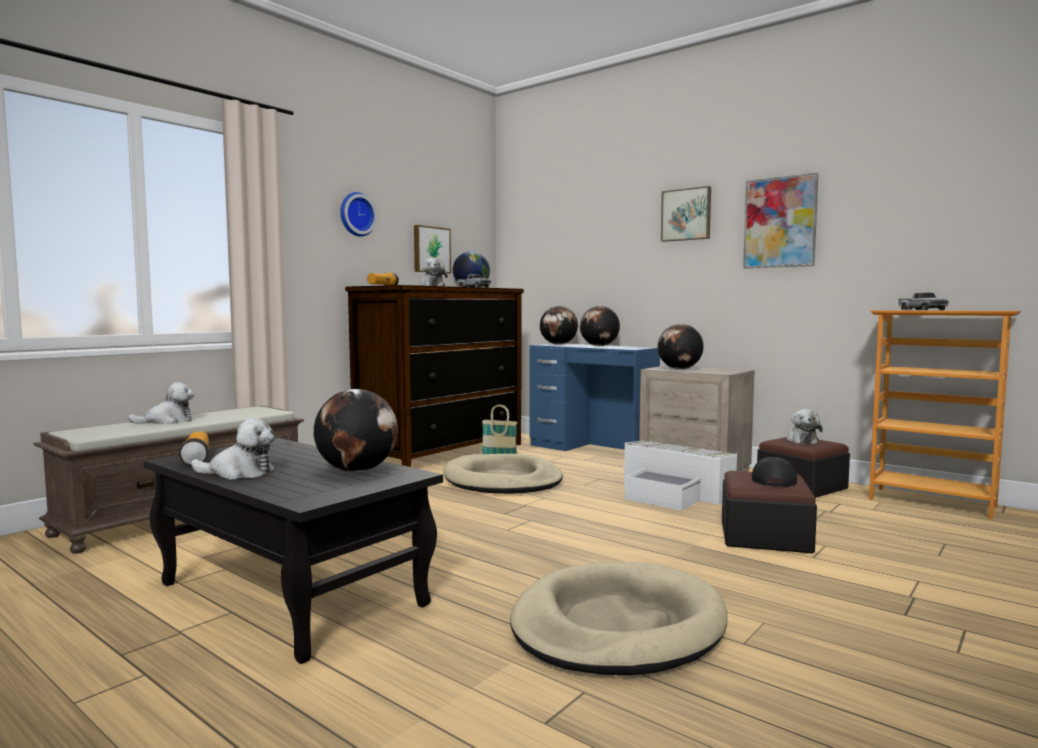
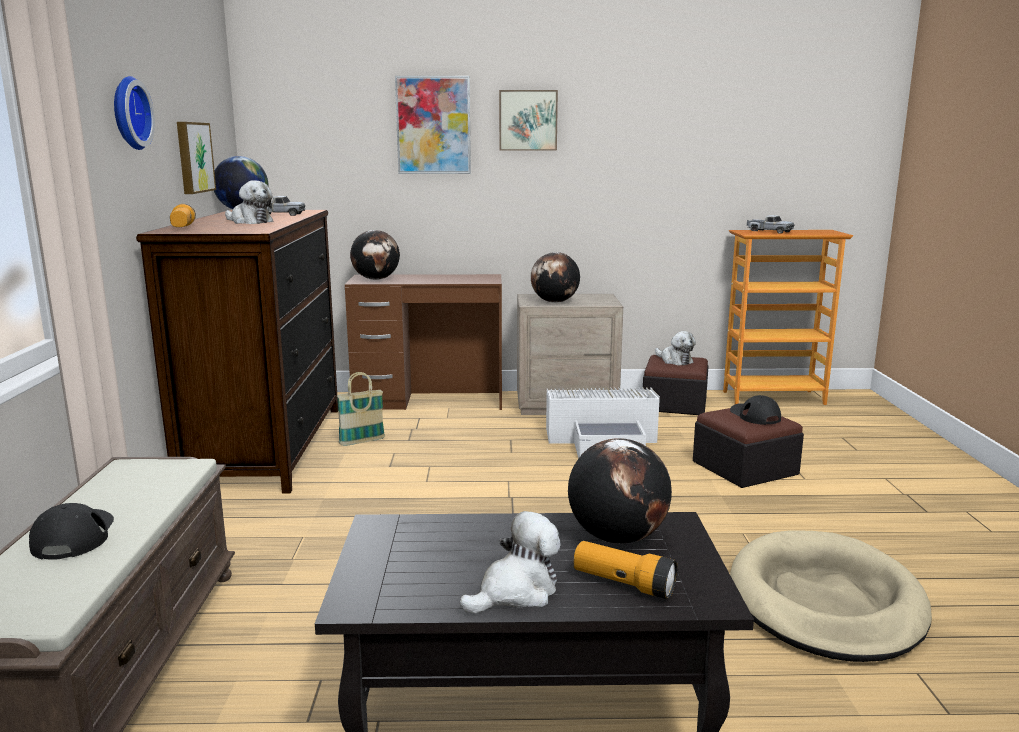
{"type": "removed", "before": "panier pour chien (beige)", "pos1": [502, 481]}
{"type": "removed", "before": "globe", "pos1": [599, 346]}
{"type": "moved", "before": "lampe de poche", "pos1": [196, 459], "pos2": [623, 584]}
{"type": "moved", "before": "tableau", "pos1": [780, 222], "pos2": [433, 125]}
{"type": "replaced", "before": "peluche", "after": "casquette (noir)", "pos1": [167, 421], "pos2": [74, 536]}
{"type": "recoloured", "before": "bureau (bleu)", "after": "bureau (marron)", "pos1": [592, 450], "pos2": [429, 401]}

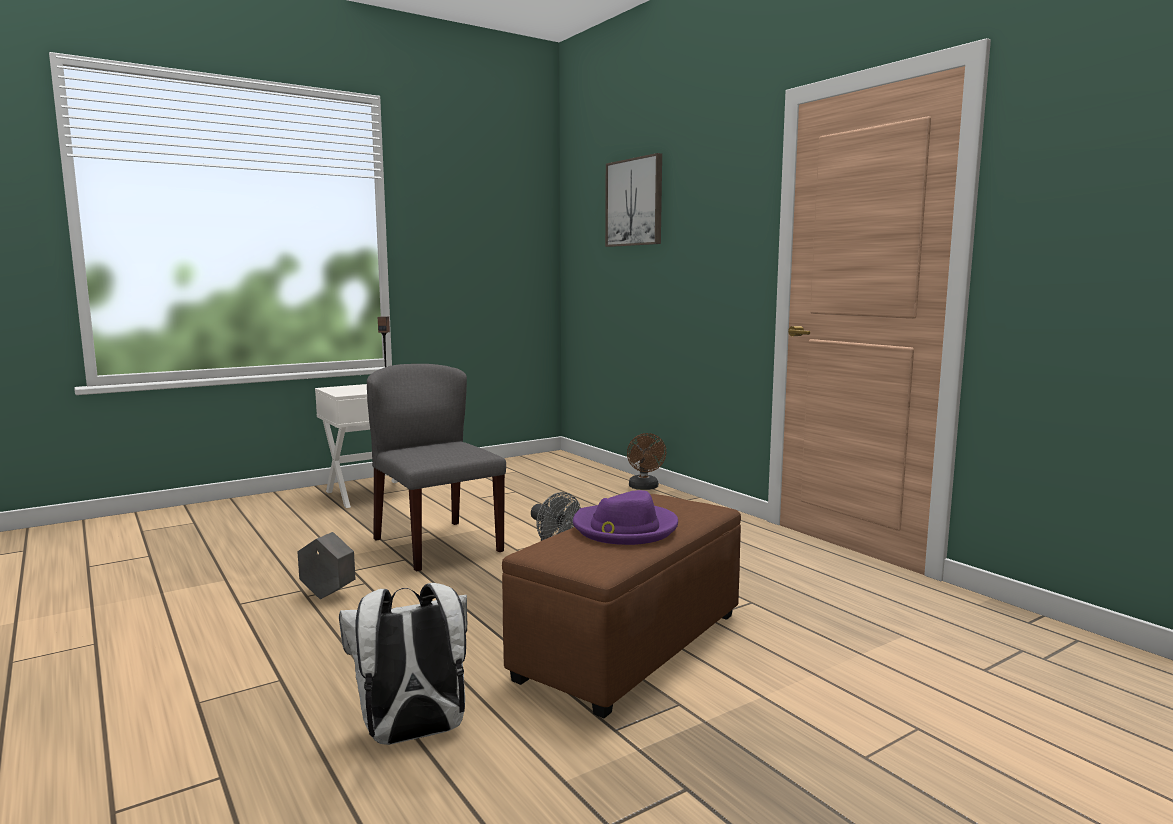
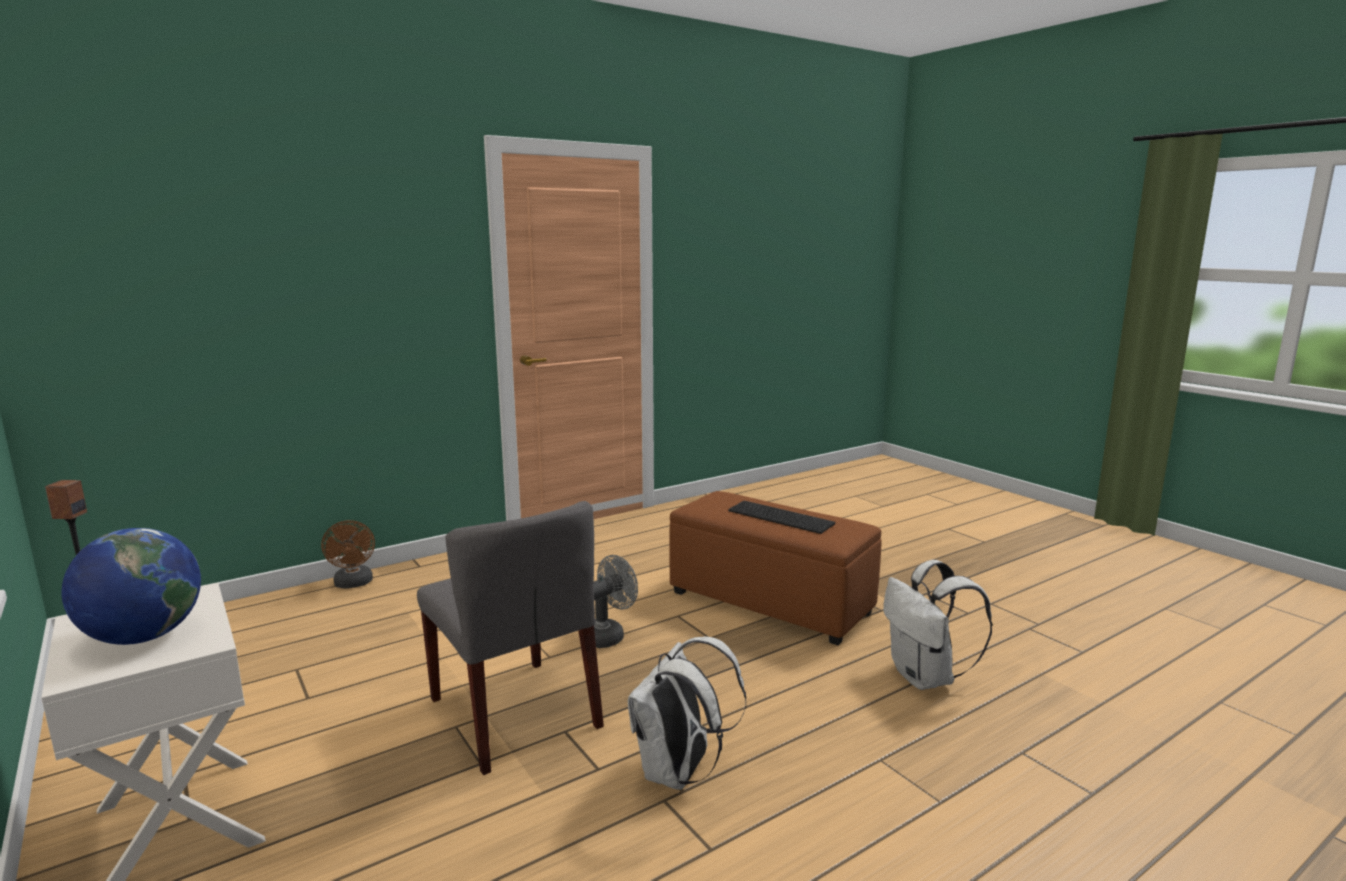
{"type": "removed", "before": "tableau", "pos1": [634, 202]}
{"type": "added", "after": "globe", "pos2": [143, 637]}
{"type": "replaced", "before": "cache-pot (gris)", "after": "sac à dos (blanc)", "pos1": [328, 594], "pos2": [679, 773]}
{"type": "replaced", "before": "chapeau (violet)", "after": "clavier", "pos1": [624, 528], "pos2": [782, 517]}
{"type": "turned", "before": "chaise (gris)", "pos1": [436, 544], "pos2": [515, 713], "turn": -90}
{"type": "turned", "before": "ventilateur (marron)", "pos1": [644, 488], "pos2": [353, 584], "turn": 75}

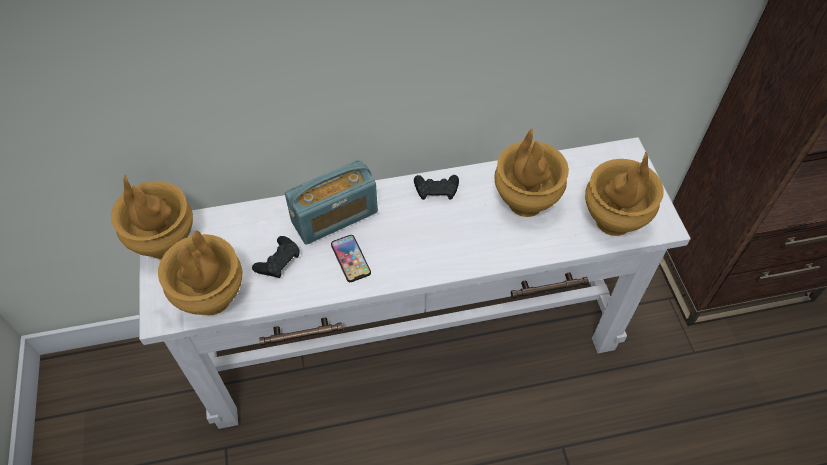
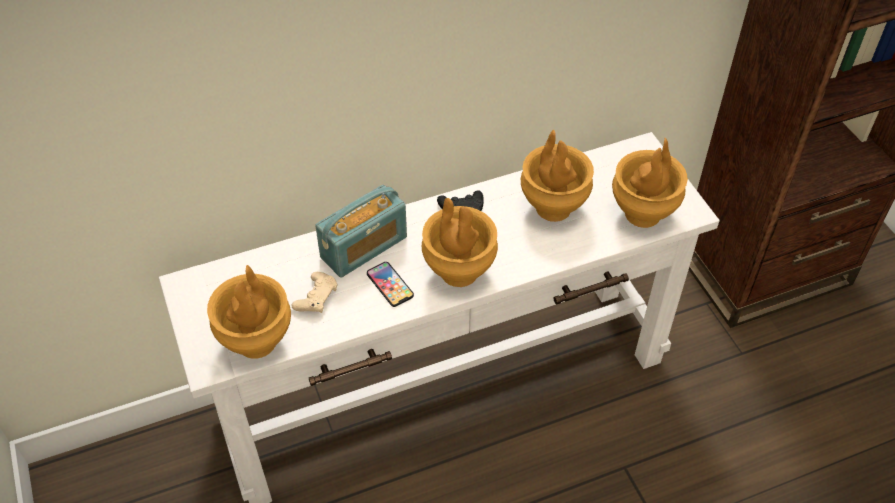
{"type": "moved", "before": "vase (marron)", "pos1": [165, 244], "pos2": [458, 272]}
{"type": "recoloured", "before": "manette (noir)", "after": "manette (beige)", "pos1": [278, 261], "pos2": [316, 297]}

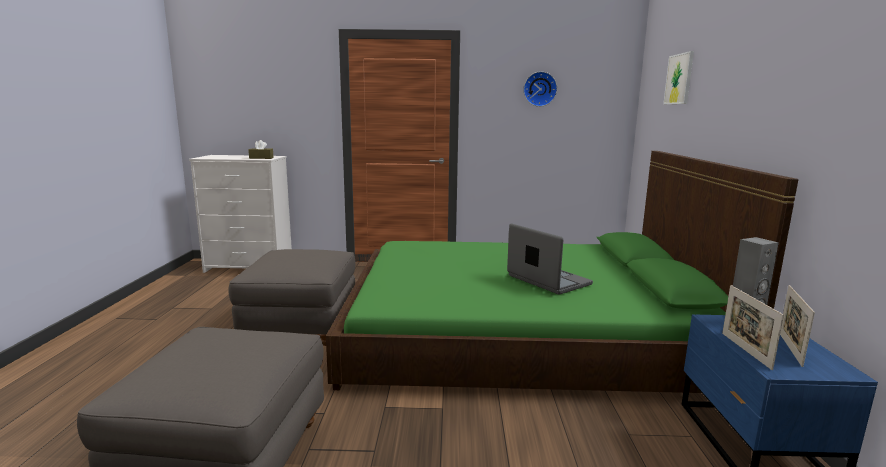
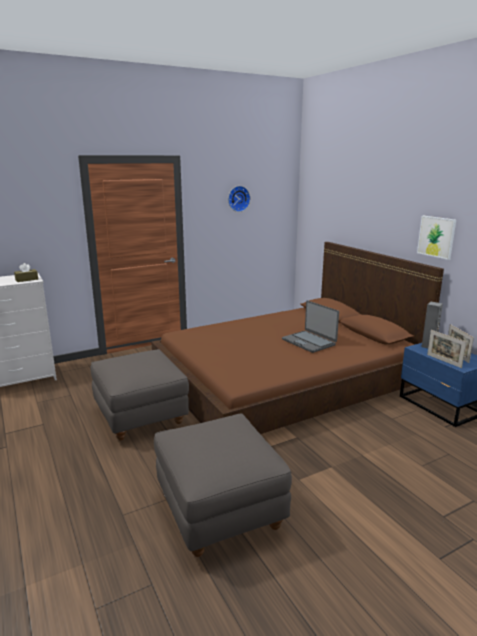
{"type": "moved", "before": "tableau", "pos1": [679, 79], "pos2": [436, 237]}
{"type": "recoloured", "before": "lit (vert)", "after": "lit (marron)", "pos1": [521, 331], "pos2": [286, 378]}
{"type": "turned", "before": "ordinateur portable", "pos1": [548, 280], "pos2": [309, 342], "turn": -150}

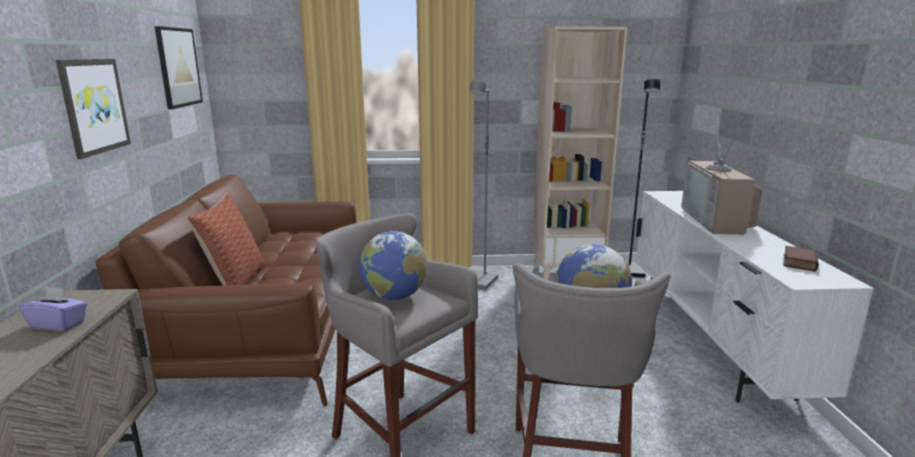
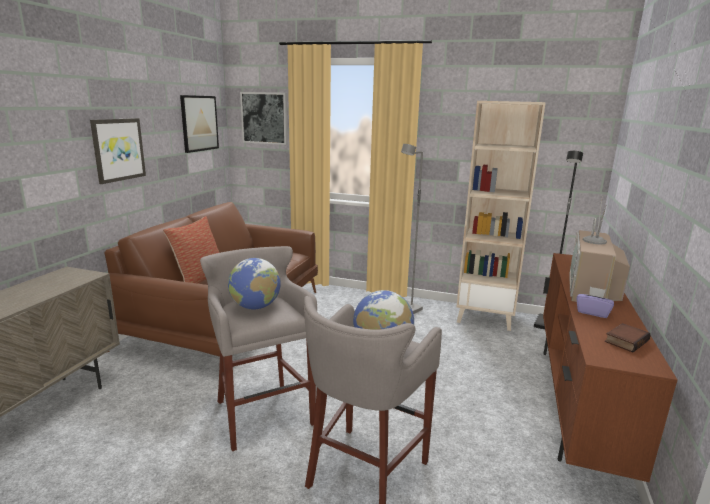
{"type": "added", "after": "tableau", "pos2": [264, 118]}
{"type": "moved", "before": "boîte à mouchoirs (violet)", "pos1": [59, 324], "pos2": [592, 312]}
{"type": "recoloured", "before": "meuble télé (blanc)", "after": "meuble télé (marron)", "pos1": [711, 343], "pos2": [576, 404]}

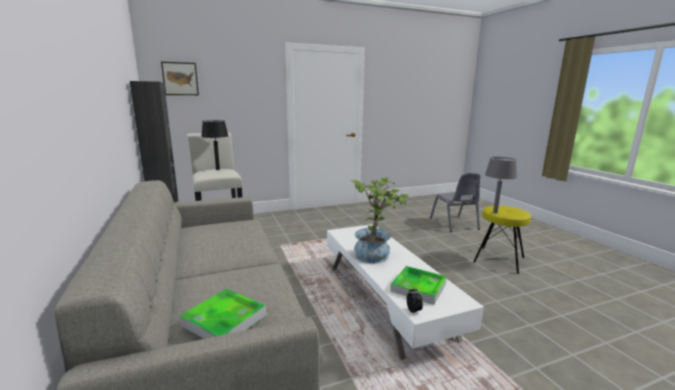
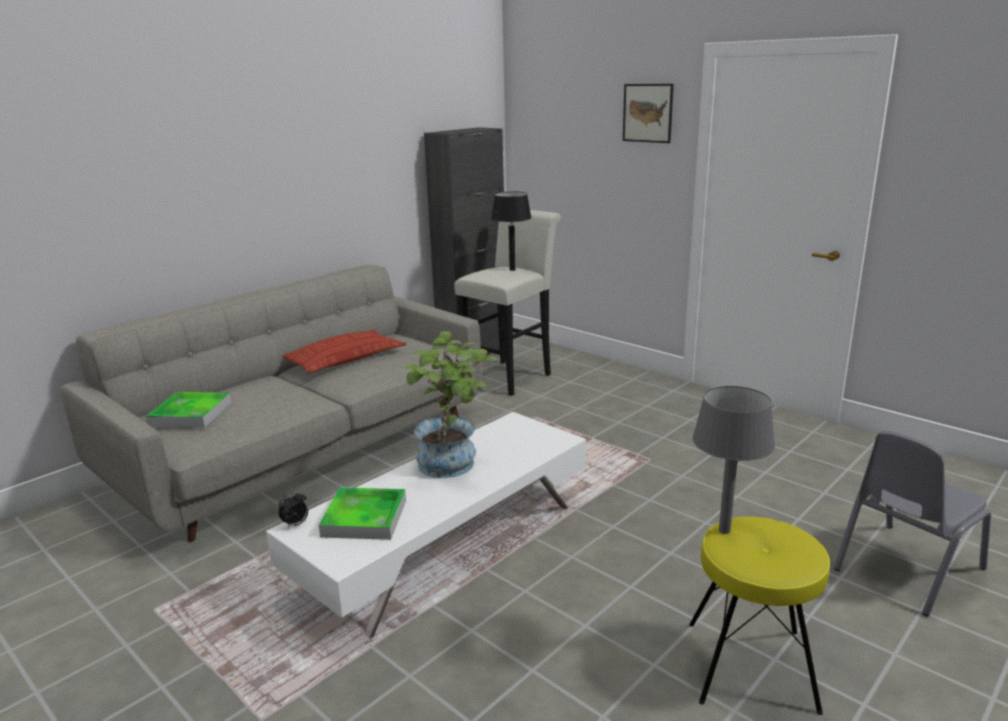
{"type": "added", "after": "coussin", "pos2": [344, 359]}
{"type": "moved", "before": "tableau", "pos1": [180, 79], "pos2": [647, 113]}

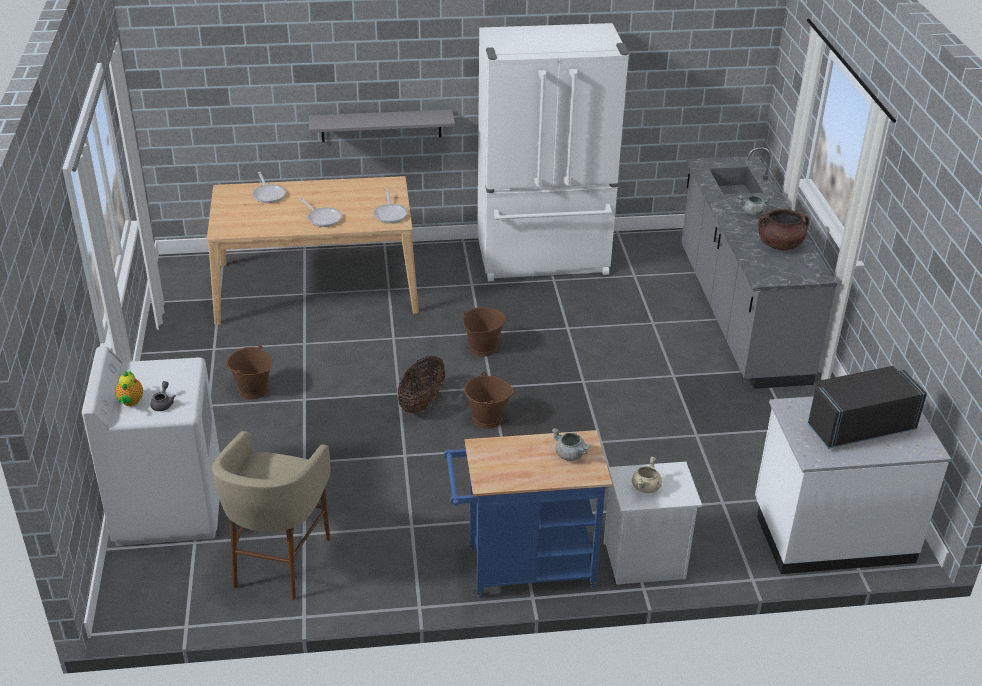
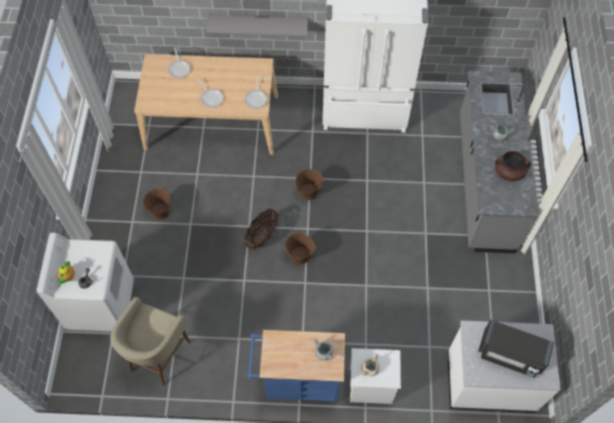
{"type": "turned", "before": "micro-ondes (noir)", "pos1": [859, 427], "pos2": [510, 354], "turn": -150}

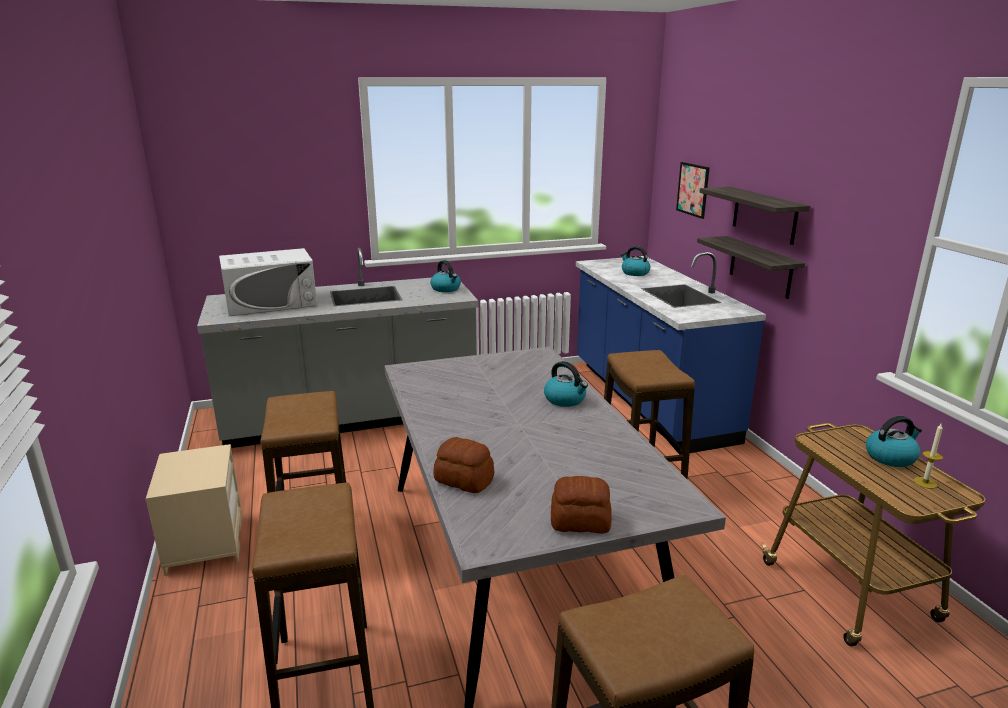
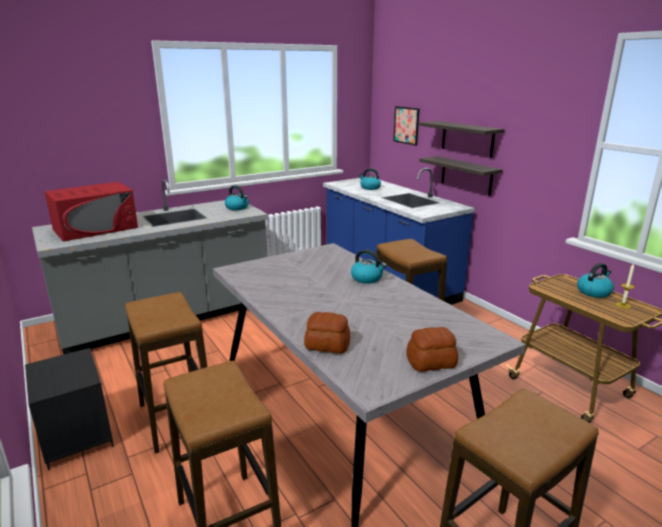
{"type": "recoloured", "before": "table de chevet (beige)", "after": "table de chevet (noir)", "pos1": [204, 543], "pos2": [75, 436]}
{"type": "recoloured", "before": "micro-ondes (blanc)", "after": "micro-ondes (rouge)", "pos1": [271, 303], "pos2": [96, 228]}

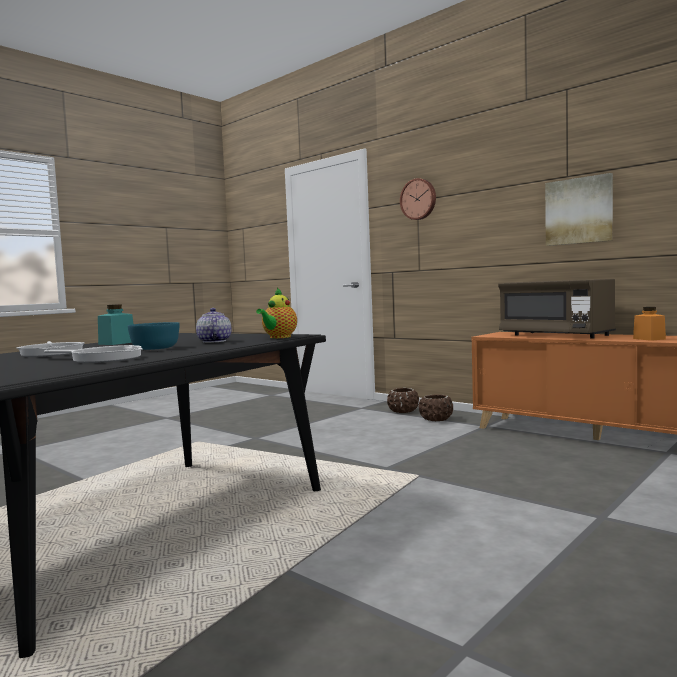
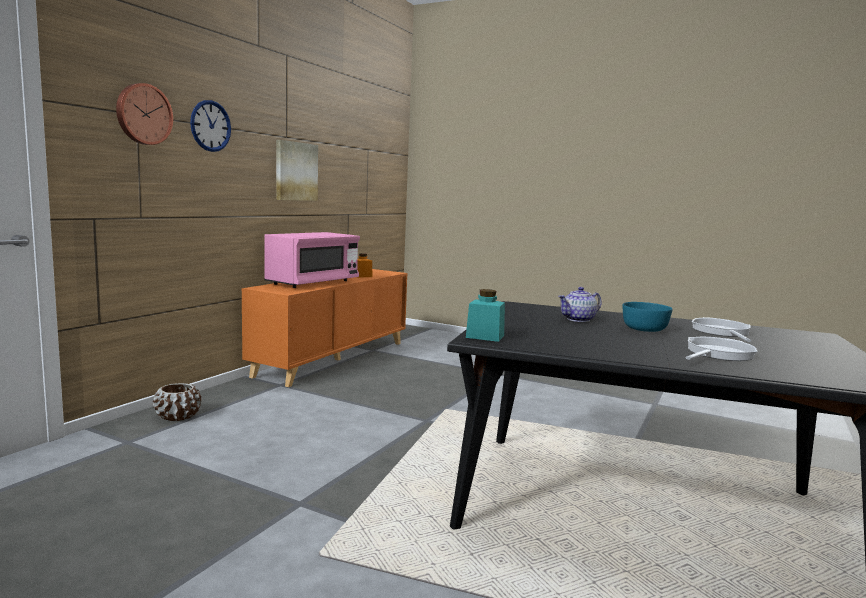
{"type": "removed", "before": "théière", "pos1": [278, 337]}
{"type": "removed", "before": "cache-pot (marron)", "pos1": [436, 419]}
{"type": "added", "after": "horloge murale", "pos2": [210, 126]}
{"type": "moved", "before": "bocal (turquoise)", "pos1": [117, 343], "pos2": [485, 336]}
{"type": "recoloured", "before": "micro-ondes (marron)", "after": "micro-ondes (rose)", "pos1": [555, 335], "pos2": [313, 283]}

